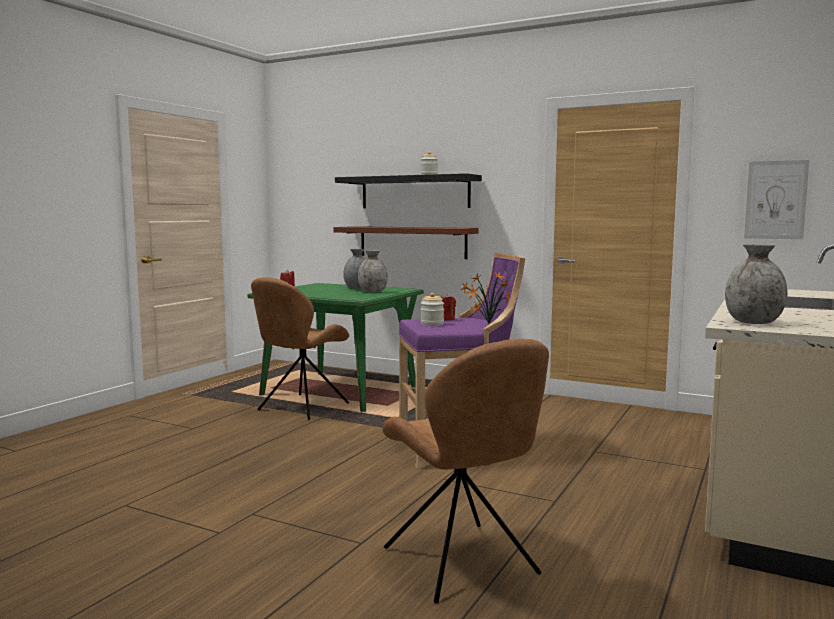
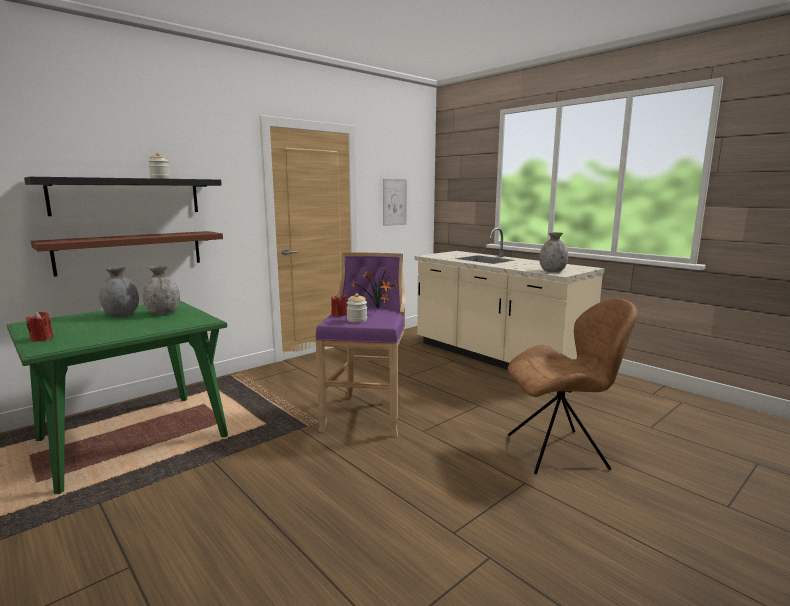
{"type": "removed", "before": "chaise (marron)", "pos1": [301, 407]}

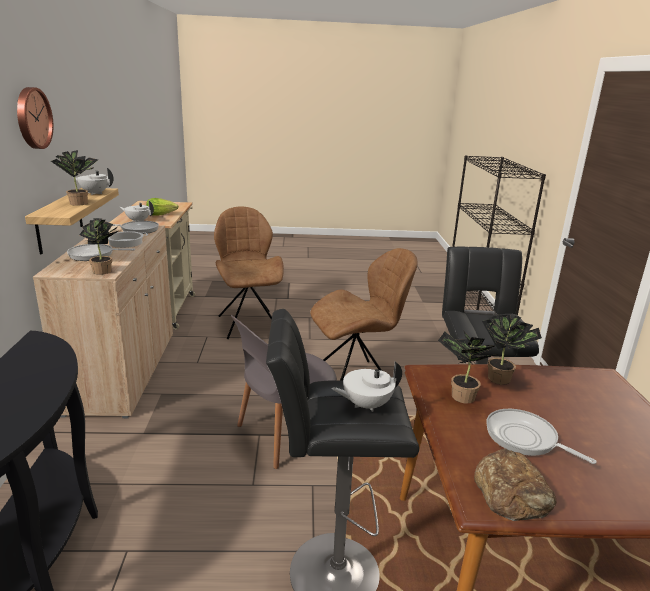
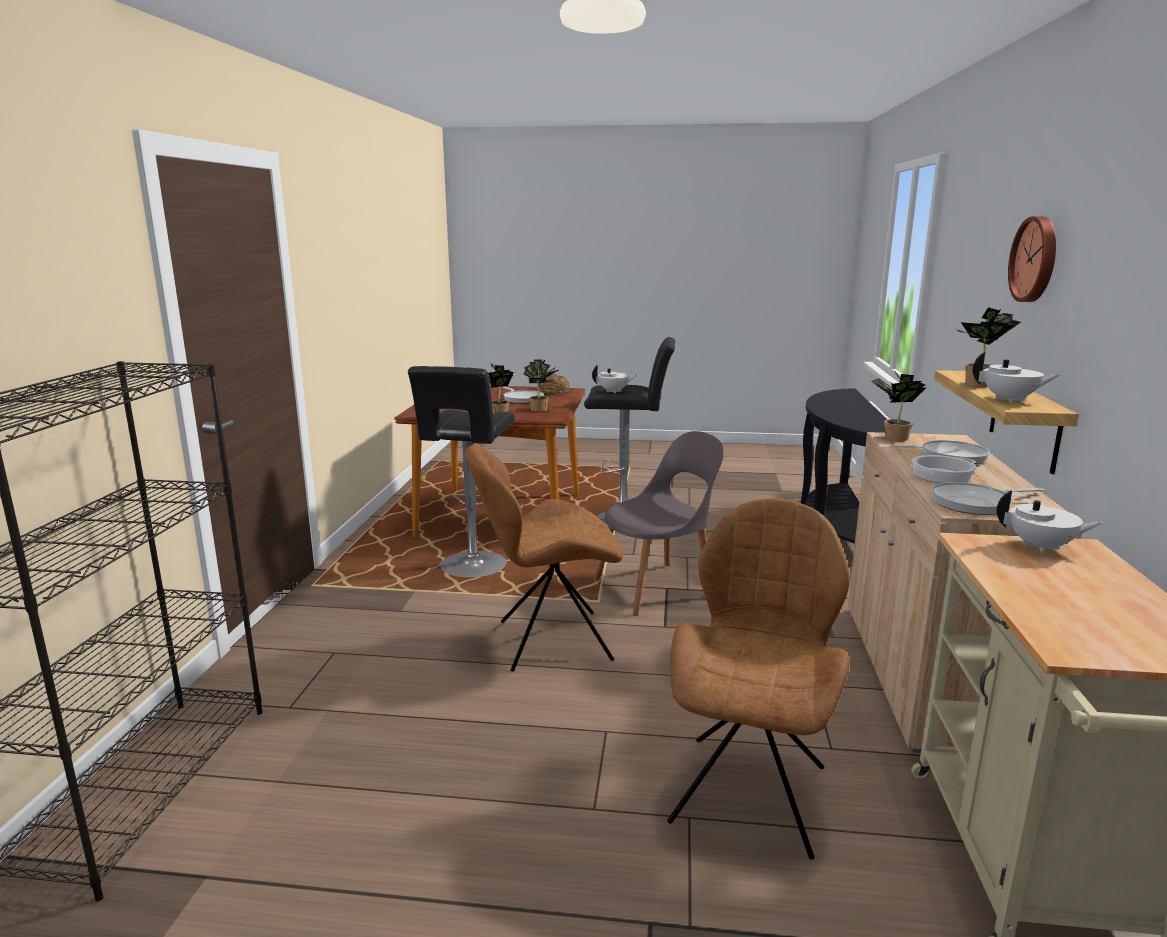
{"type": "removed", "before": "laitue", "pos1": [161, 214]}
{"type": "turned", "before": "chaise (marron)", "pos1": [248, 323], "pos2": [750, 789], "turn": -150}

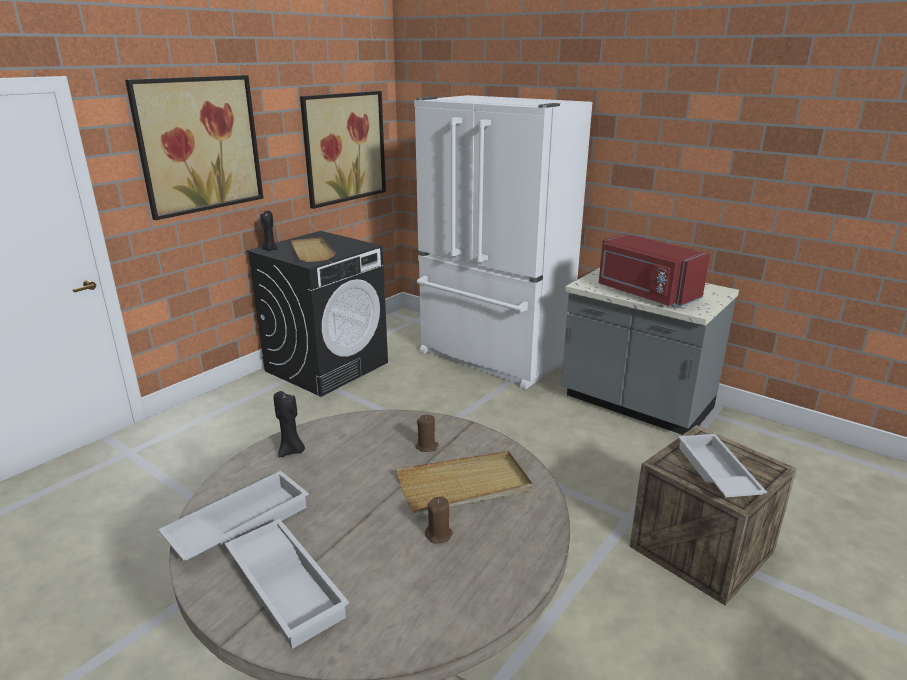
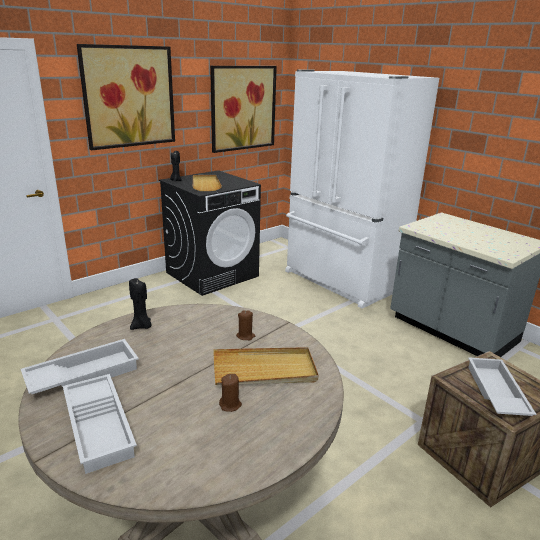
{"type": "removed", "before": "micro-ondes (rouge)", "pos1": [645, 294]}

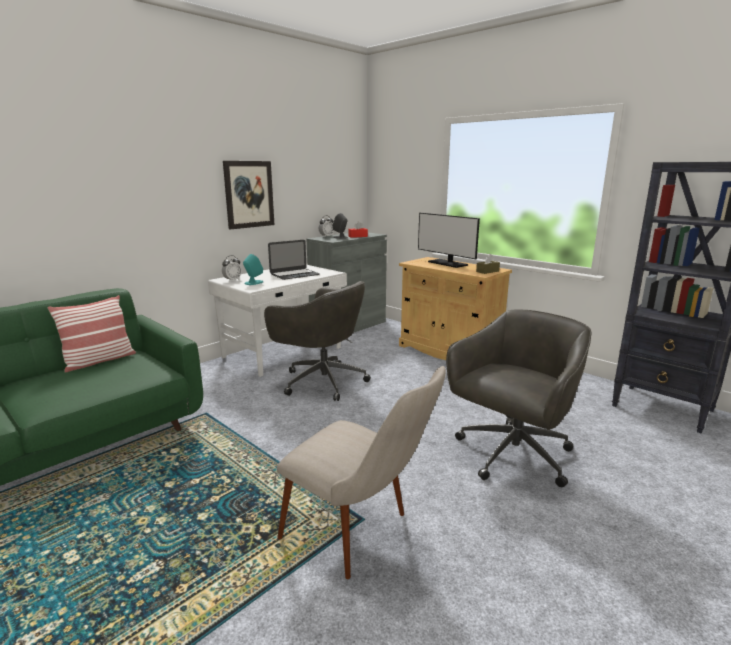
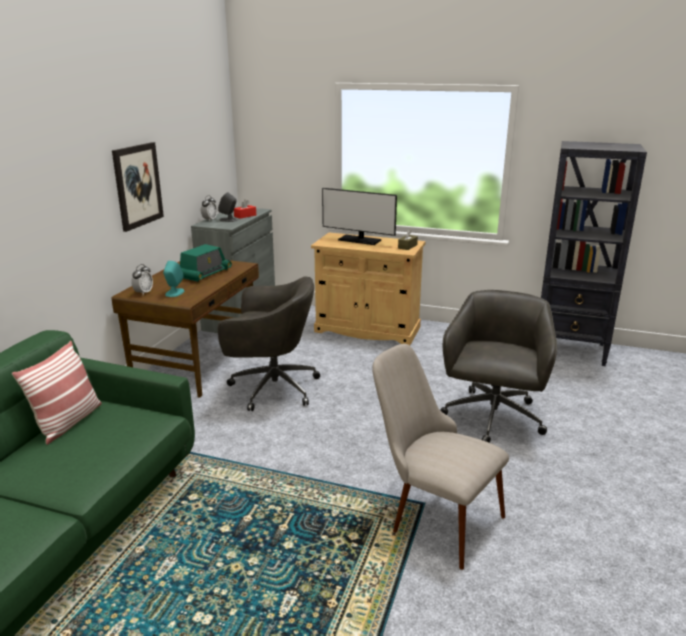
{"type": "replaced", "before": "ordinateur portable", "after": "radio", "pos1": [294, 274], "pos2": [205, 273]}
{"type": "recoloured", "before": "bureau (blanc)", "after": "bureau (marron)", "pos1": [284, 352], "pos2": [198, 363]}
{"type": "turned", "before": "chaise (beige)", "pos1": [361, 535], "pos2": [432, 516], "turn": -150}

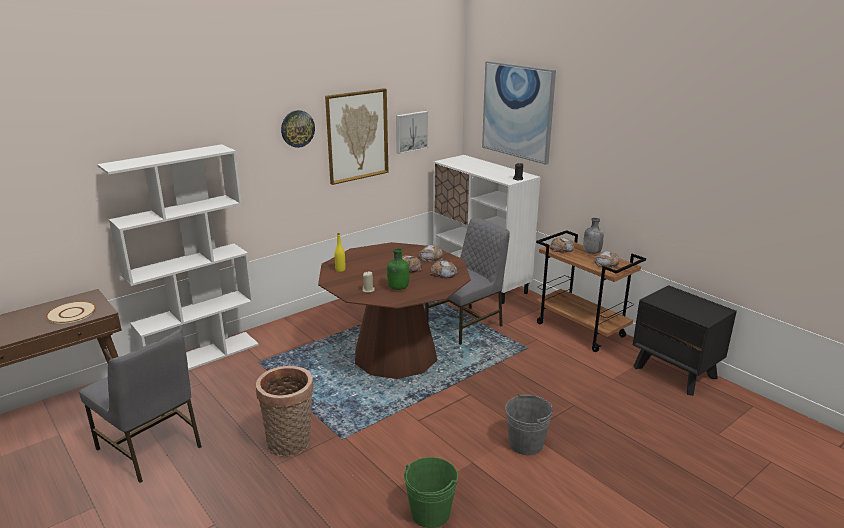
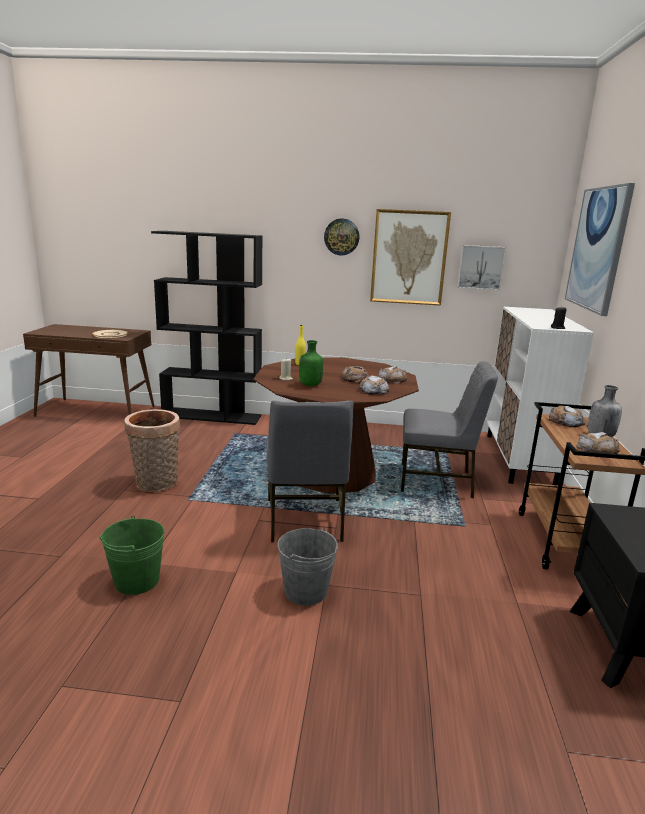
{"type": "moved", "before": "chaise (gris)", "pos1": [151, 448], "pos2": [305, 520]}
{"type": "recoloured", "before": "bibliothèque (blanc)", "after": "bibliothèque (noir)", "pos1": [201, 356], "pos2": [212, 416]}

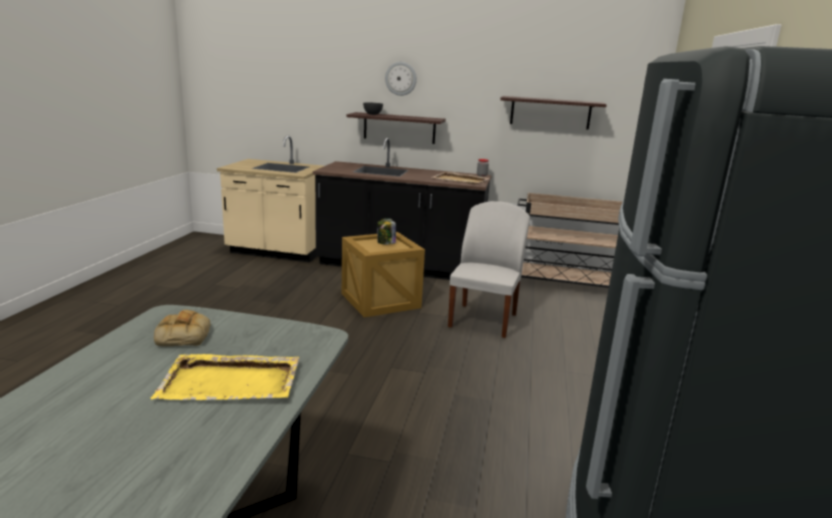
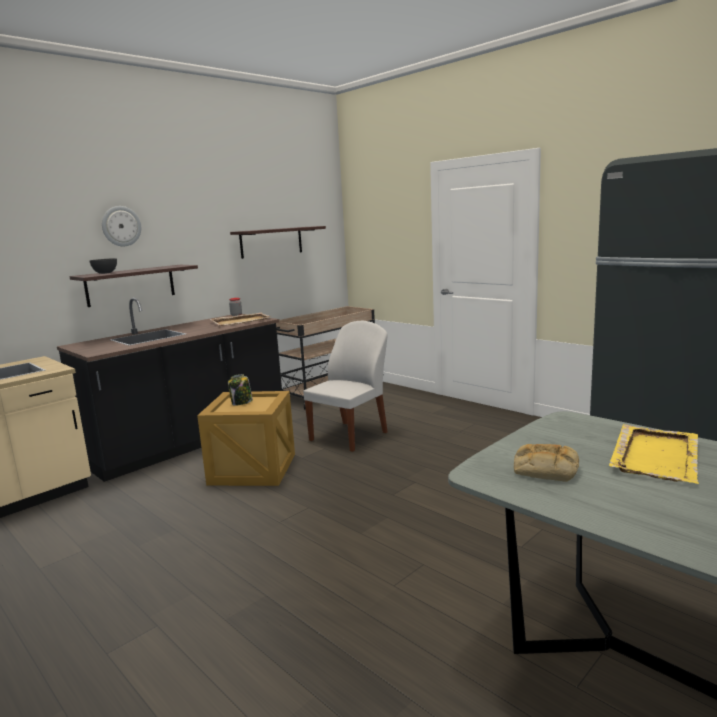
{"type": "turned", "before": "chaise (blanc)", "pos1": [484, 320], "pos2": [350, 436], "turn": 75}

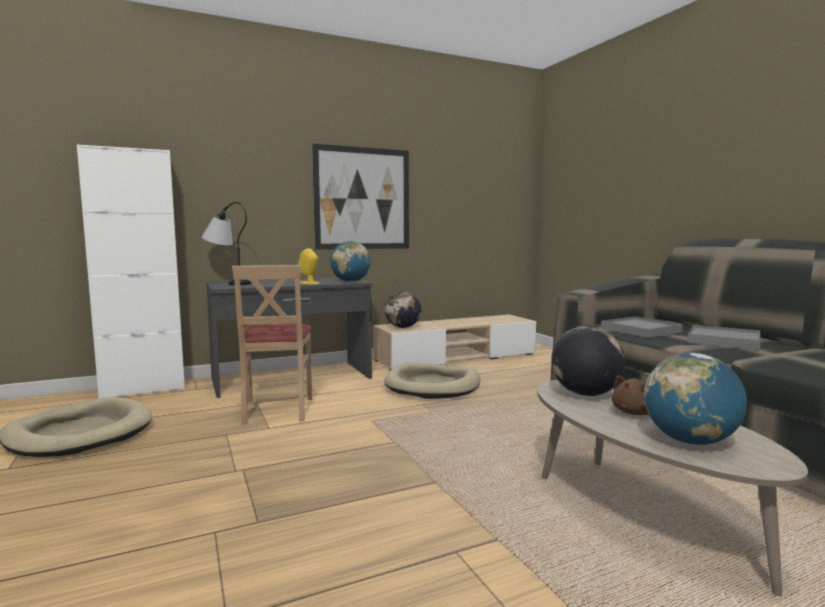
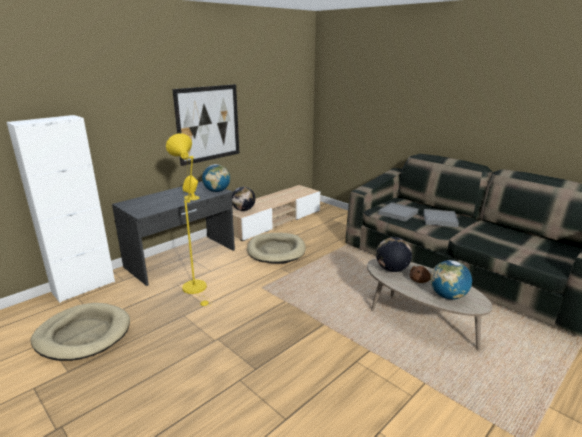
{"type": "removed", "before": "lampe de table", "pos1": [228, 283]}
{"type": "replaced", "before": "chaise (beige)", "after": "lampadaire (jaune)", "pos1": [276, 410], "pos2": [197, 289]}

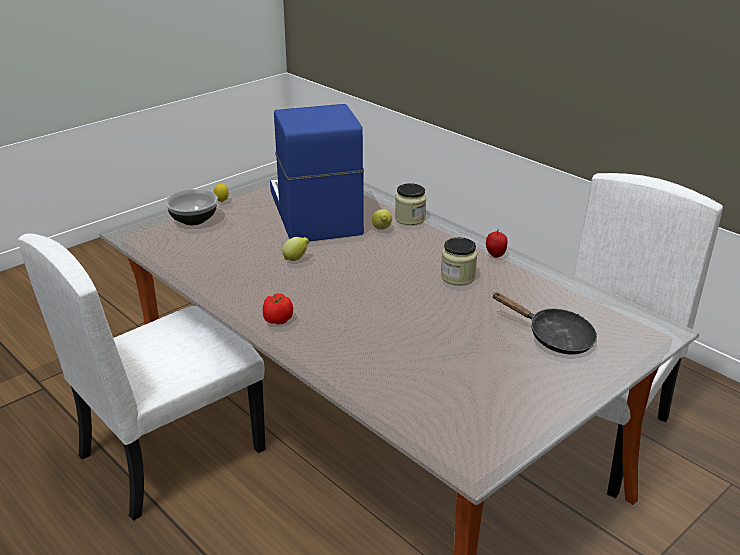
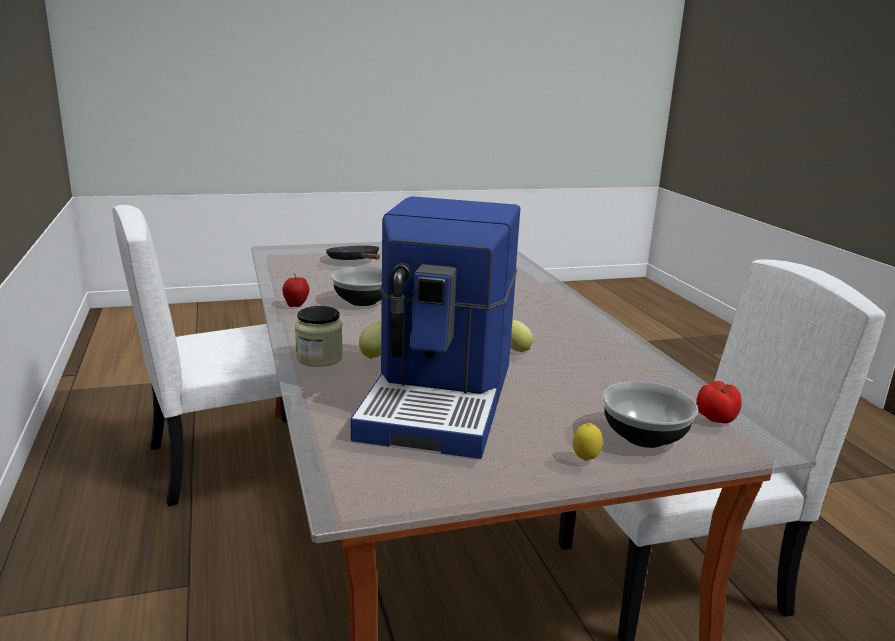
{"type": "moved", "before": "tomate", "pos1": [277, 320], "pos2": [717, 417]}
{"type": "replaced", "before": "bocal", "after": "bol", "pos1": [458, 277], "pos2": [362, 301]}

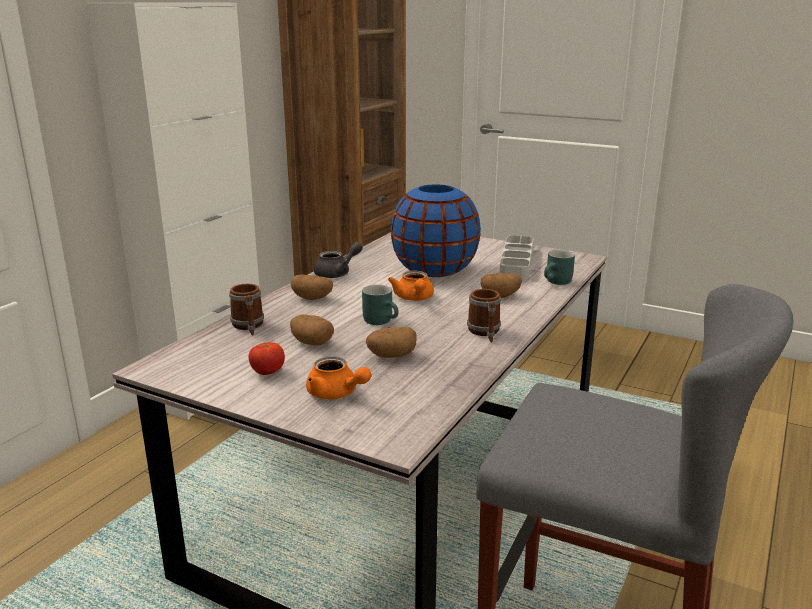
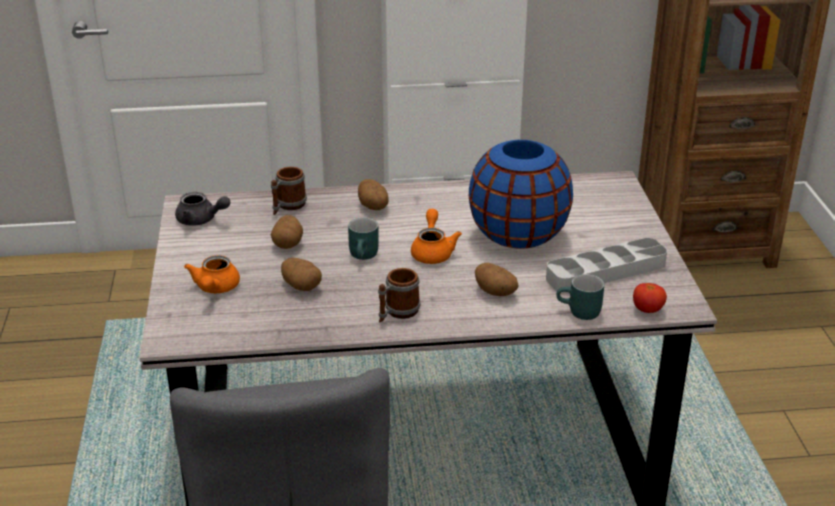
{"type": "moved", "before": "tomate", "pos1": [268, 373], "pos2": [647, 310]}
{"type": "moved", "before": "théière (gris)", "pos1": [337, 273], "pos2": [201, 220]}
{"type": "turned", "before": "théière (orange)", "pos1": [414, 298], "pos2": [432, 252], "turn": 135}

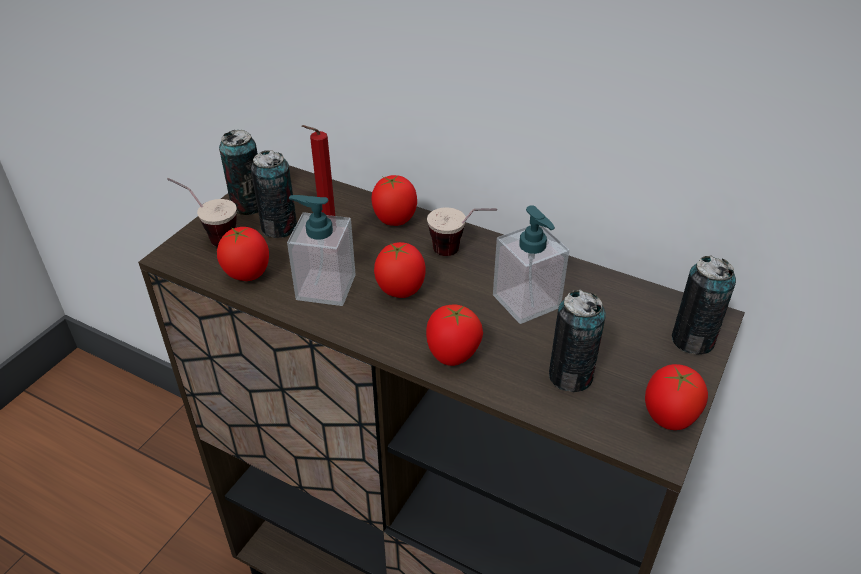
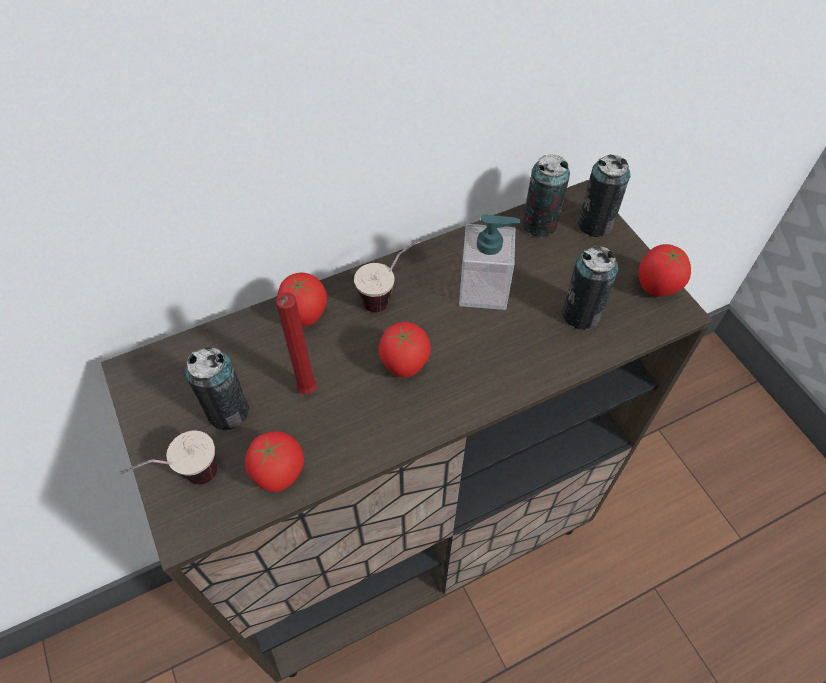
{"type": "removed", "before": "distributeur de savon", "pos1": [325, 287]}
{"type": "removed", "before": "tomate", "pos1": [452, 357]}
{"type": "moved", "before": "boîte métallique", "pos1": [248, 205], "pos2": [539, 224]}

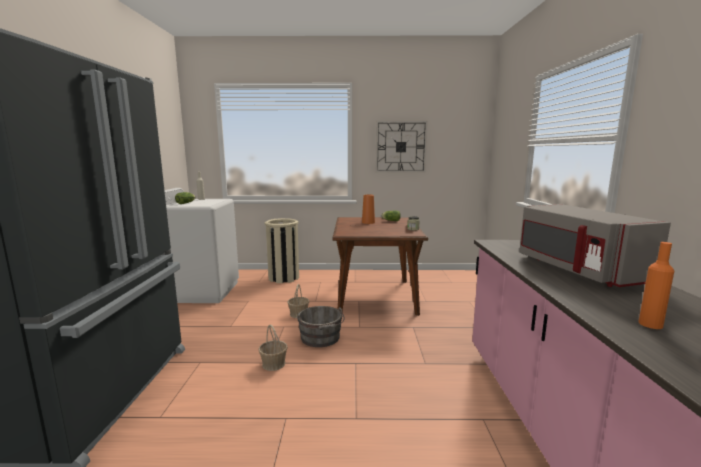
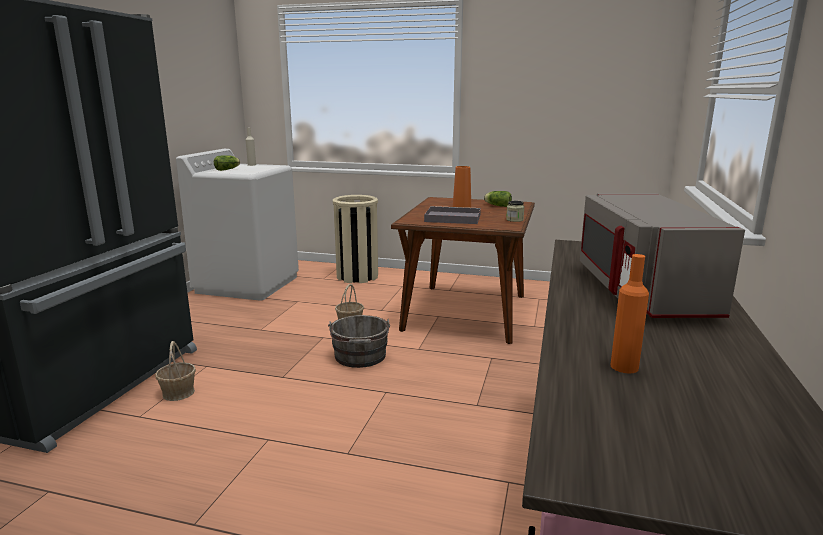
{"type": "removed", "before": "horloge murale", "pos1": [400, 147]}
{"type": "added", "after": "plateau (gris)", "pos2": [451, 218]}
{"type": "moved", "before": "panier", "pos1": [273, 364], "pos2": [178, 393]}

